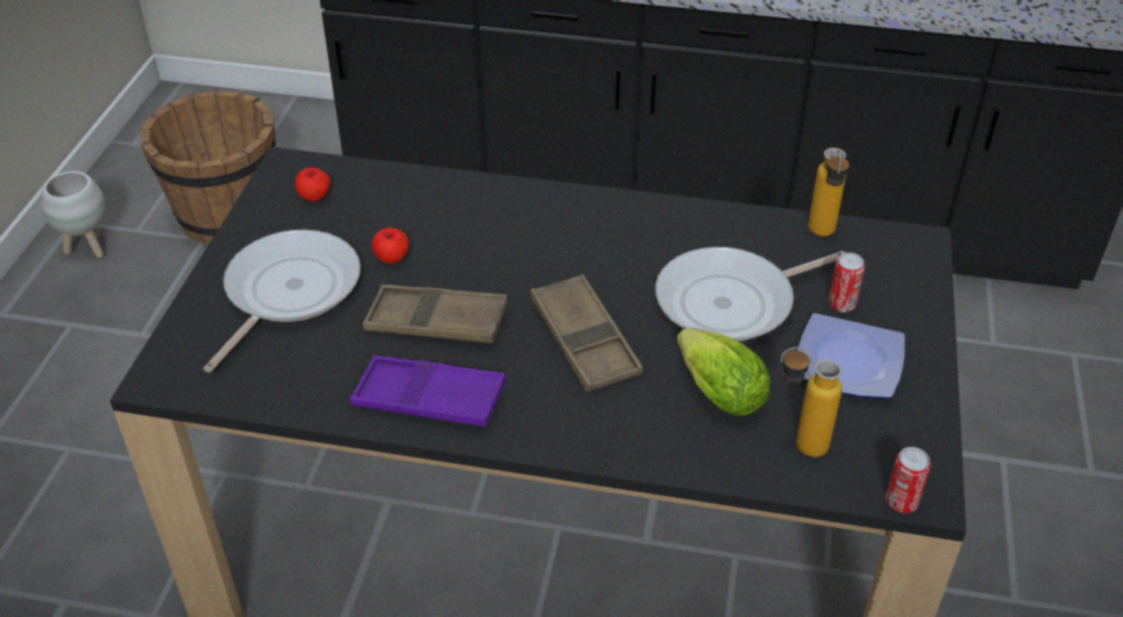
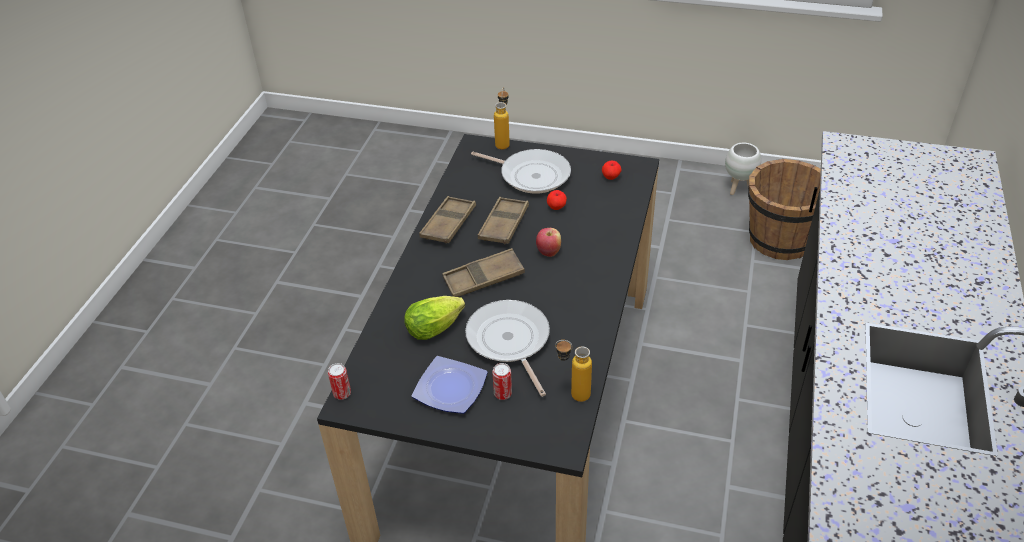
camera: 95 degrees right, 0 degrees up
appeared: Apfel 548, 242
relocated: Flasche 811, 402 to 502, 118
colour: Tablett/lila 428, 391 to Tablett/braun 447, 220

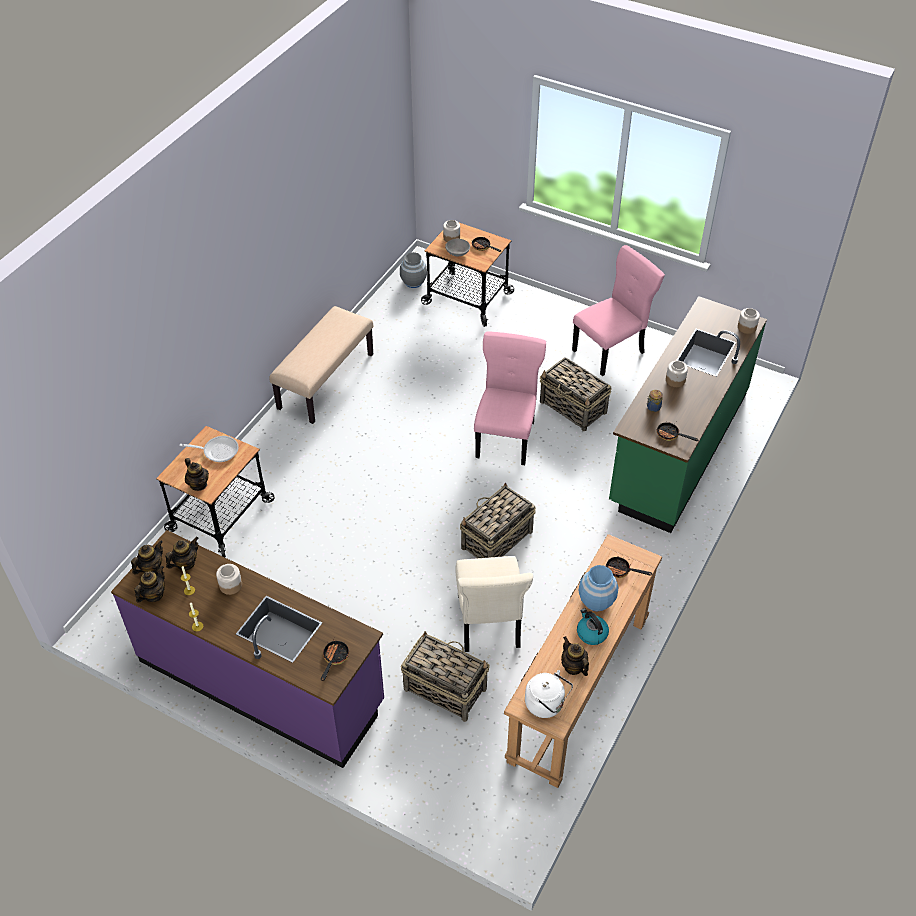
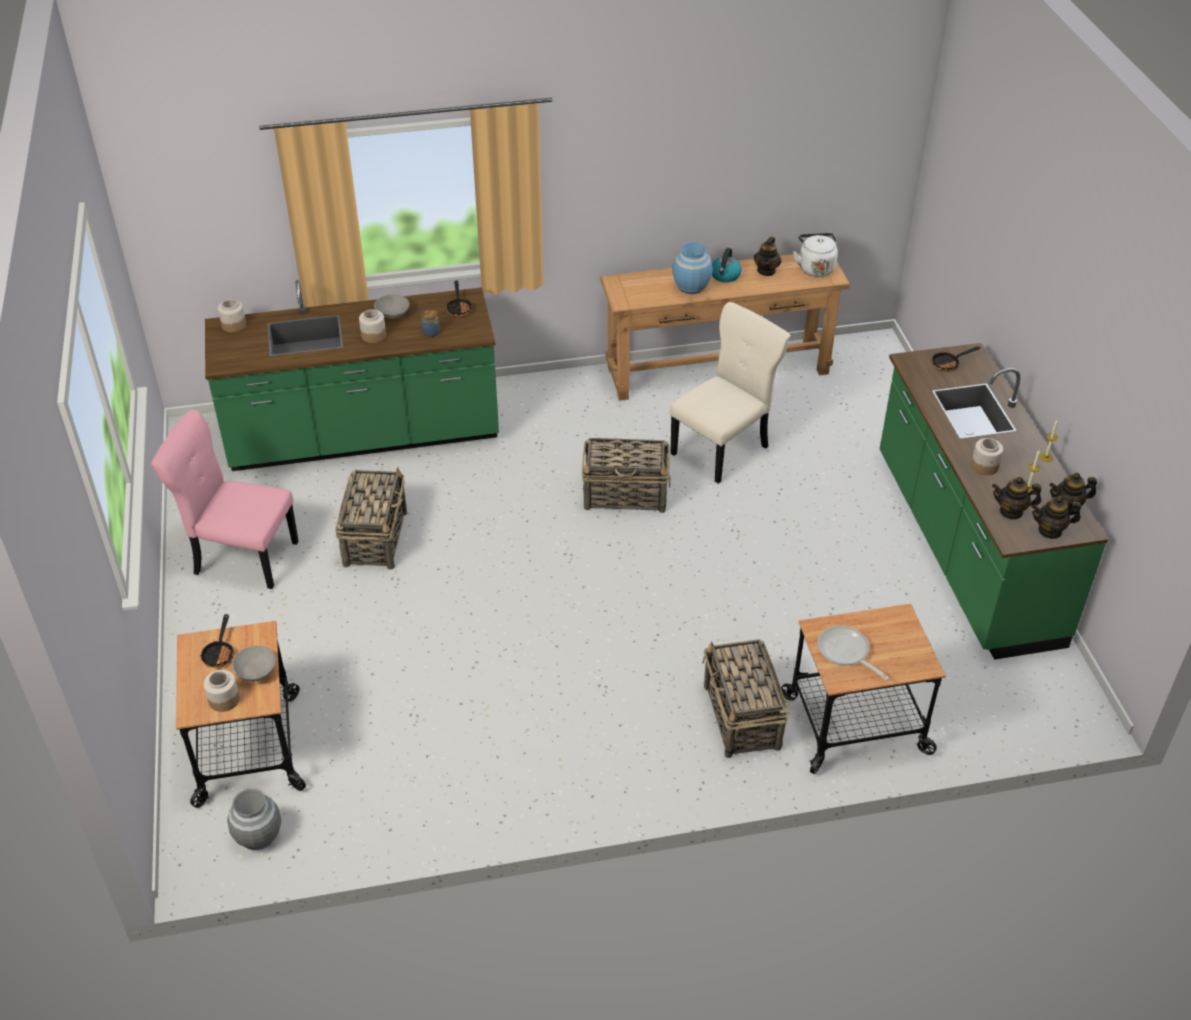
camera: 130 degrees left, 5 degrees down
missing: Teekanne 197, 474; Bank/beige 321, 365; Stuhl/rosa 510, 398; Pfanne 629, 567
appeared: Schüssel/grau 391, 306
relocated: Korb 445, 676 to 746, 698
colour: Küchenzeile/lila 247, 649 to Küchenzeile/grün 994, 501

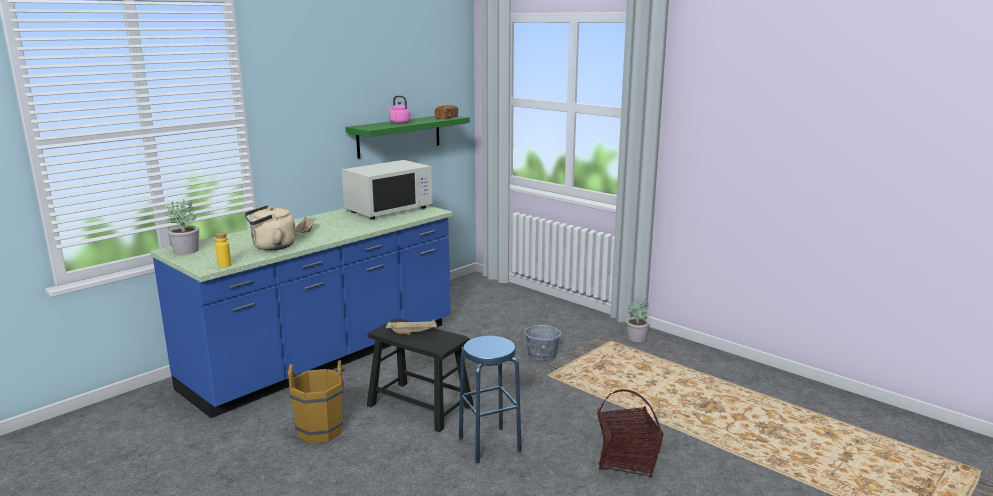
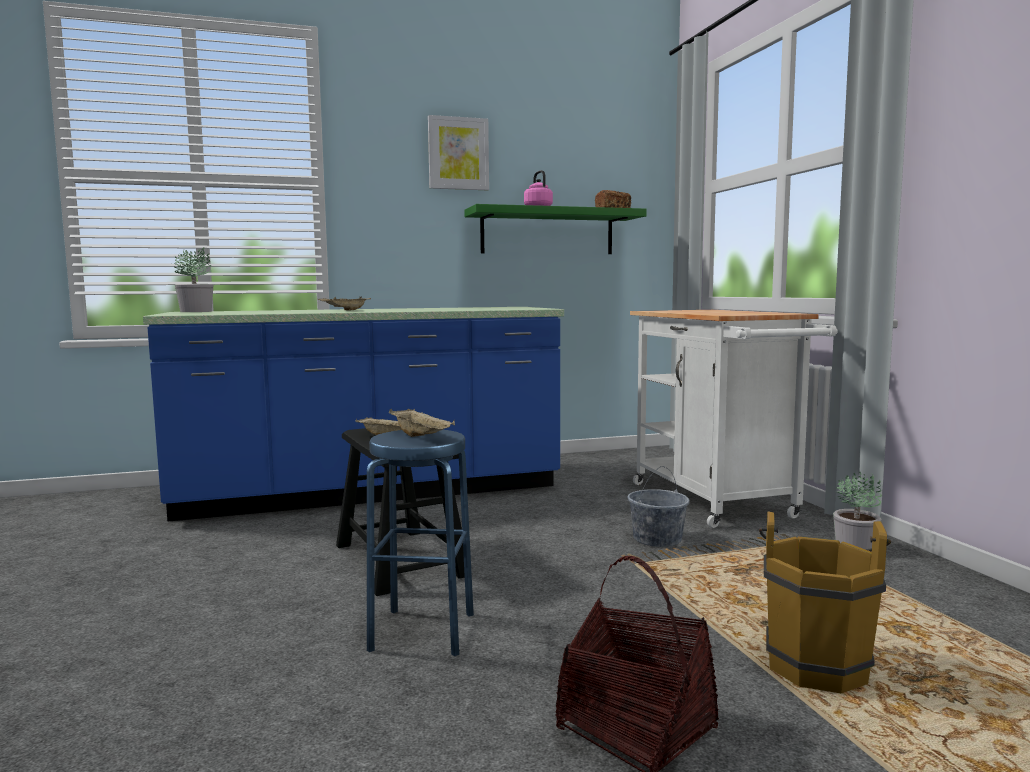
camera: 30 degrees right, 10 degrees down
missing: Flasche/gelb 223, 250; Wasserkessel/beige 270, 227; Mikrowelle/weiß 387, 190
appeared: Tablett/beige 422, 423; Bild 458, 152; Rollwagen/weiß 734, 419
relocated: Eimer/braun 315, 401 to 825, 602

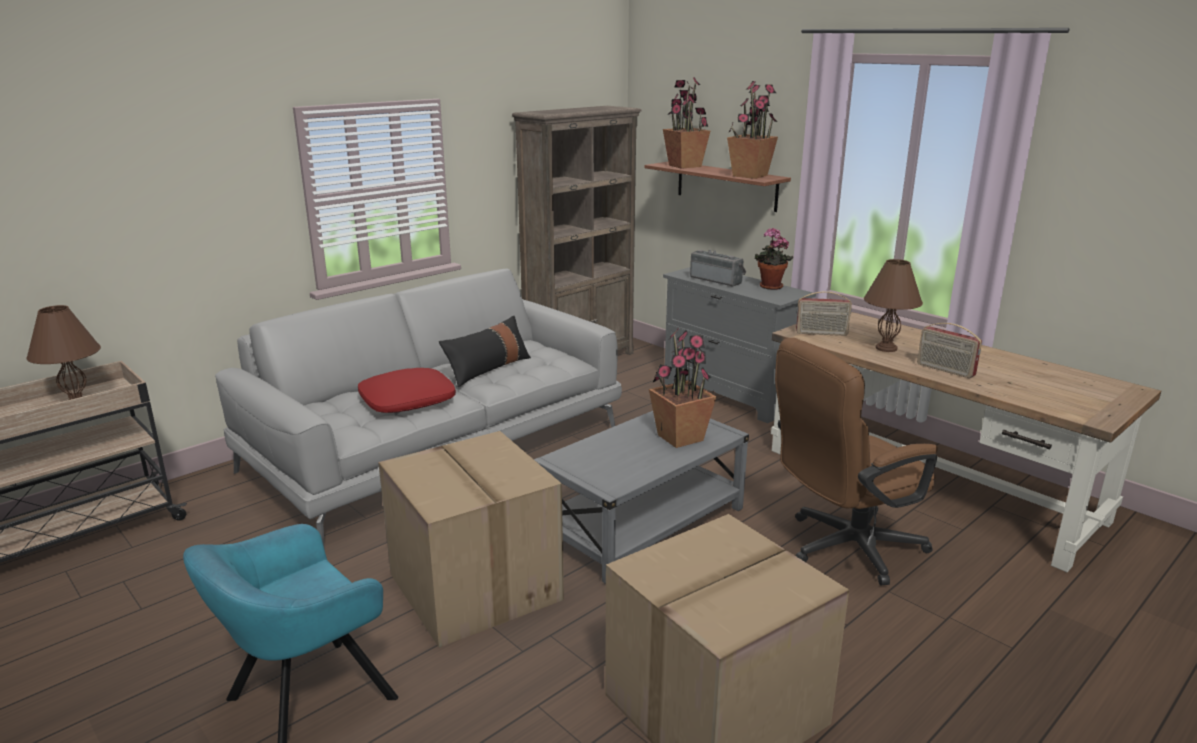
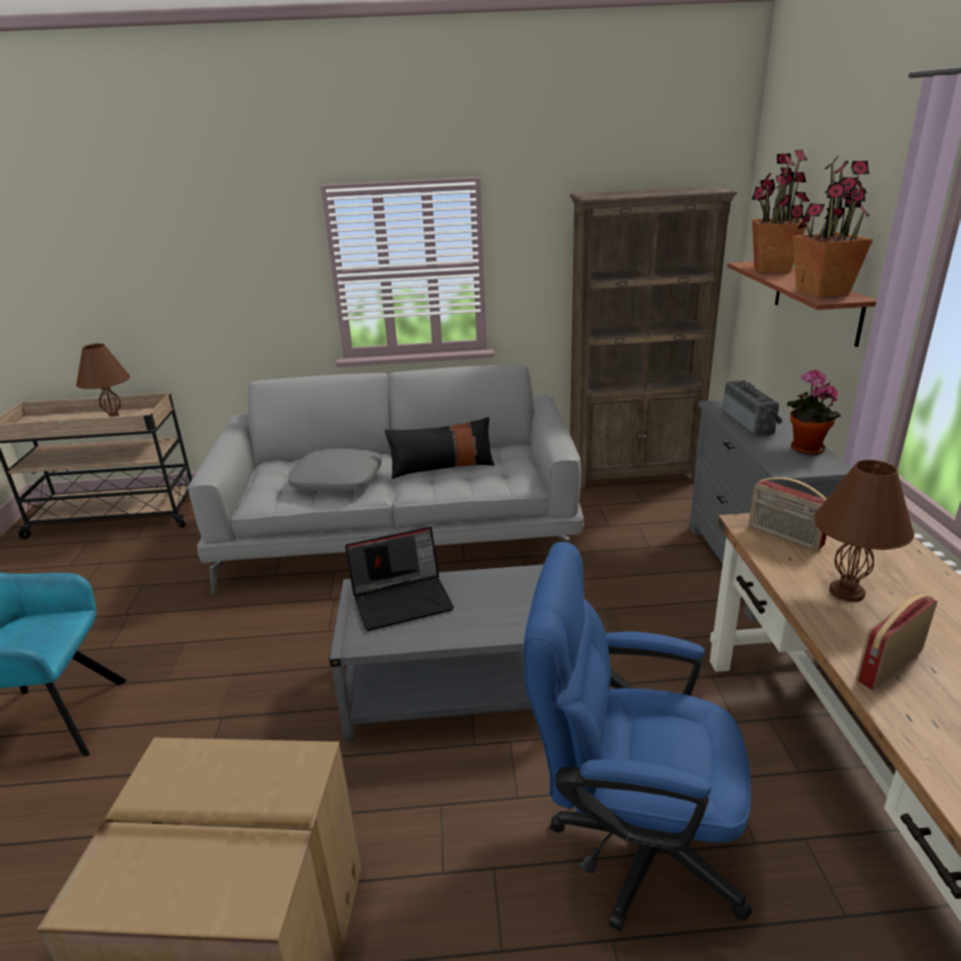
camera: 40 degrees right, 5 degrees up
missing: Karton 471, 539; Topfpflanze 682, 388
appeared: Laptop 399, 579
colour: Kissen/rot 407, 390 to Kissen/grau 335, 470; Bürostuhl/braun 856, 461 to Bürostuhl/blau 637, 737
spun: Radio 949, 350 = 896, 641 60 degrees clockwise

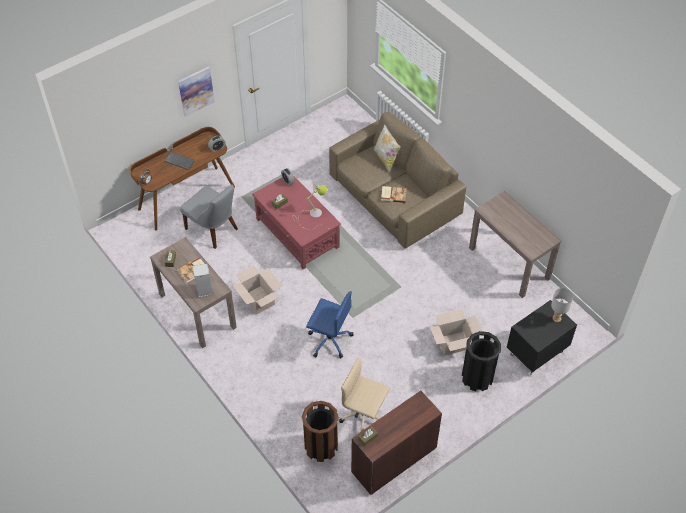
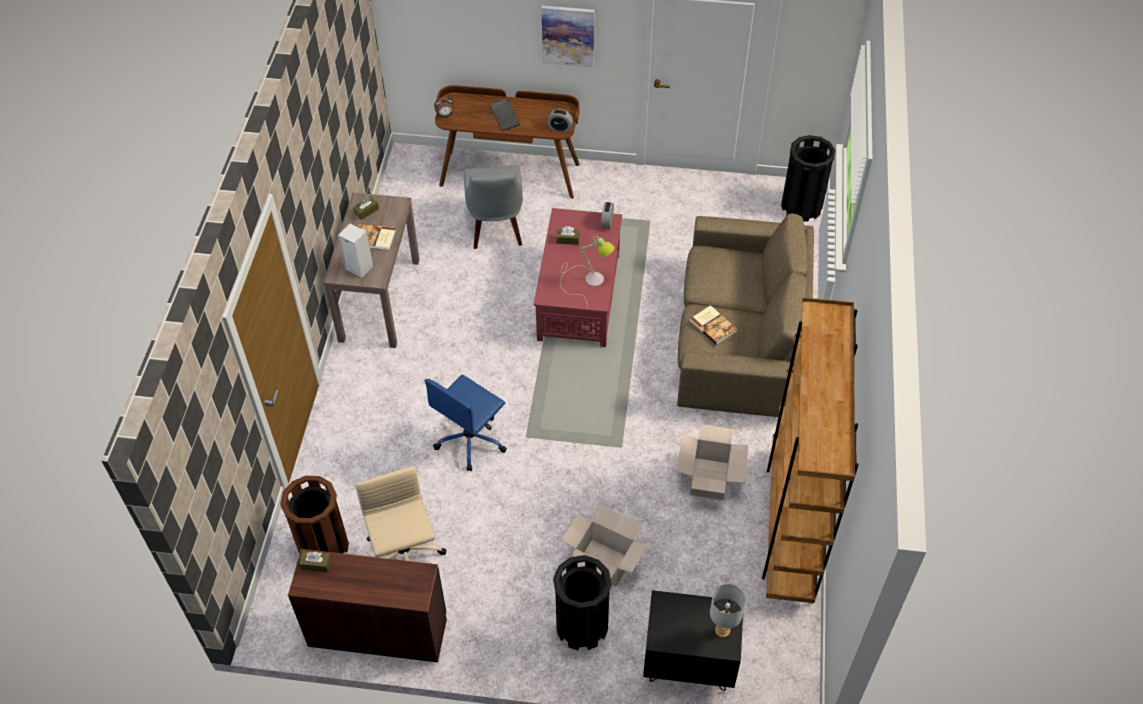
camera: 45 degrees right, 0 degrees up
missing: Kissen 387, 148
appeared: Mülleimer/schwarz 808, 178
relocated: Karton 257, 290 to 713, 462
exchanged: Konsolentisch/braun 515, 244 to Bücherregal/braun 810, 450
spun: Bürostuhl/blau 330, 324 = 465, 423 60 degrees clockwise

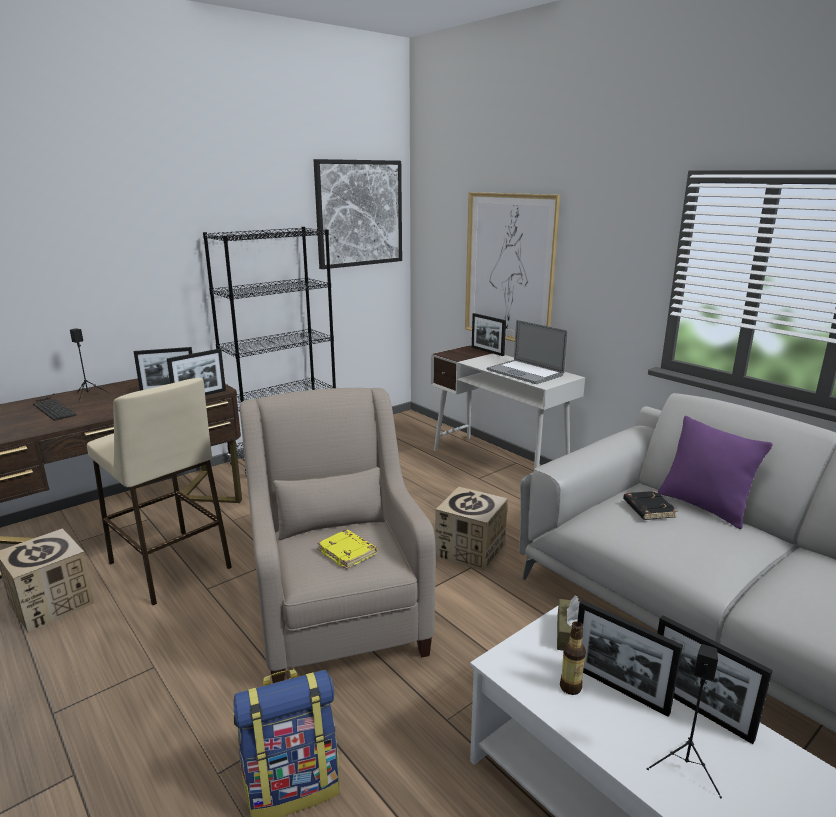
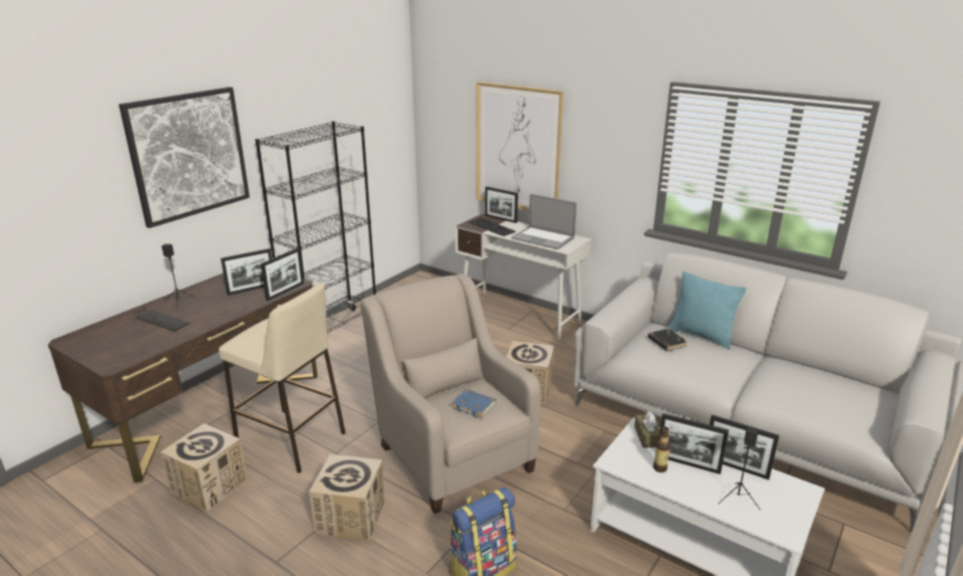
camera: 15 degrees left, 5 degrees up
appeared: Karton 347, 498; Tastatur 492, 227
relocated: Bild 358, 214 to 184, 157
colour: Buch/gelb 347, 549 to Buch/blau 473, 403; Kissen/lila 715, 472 to Kissen/türkis 707, 310

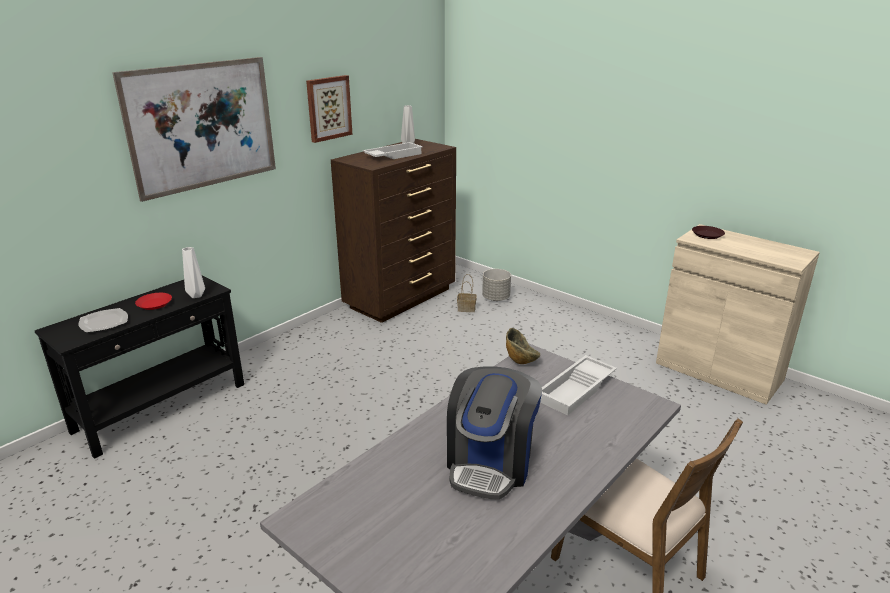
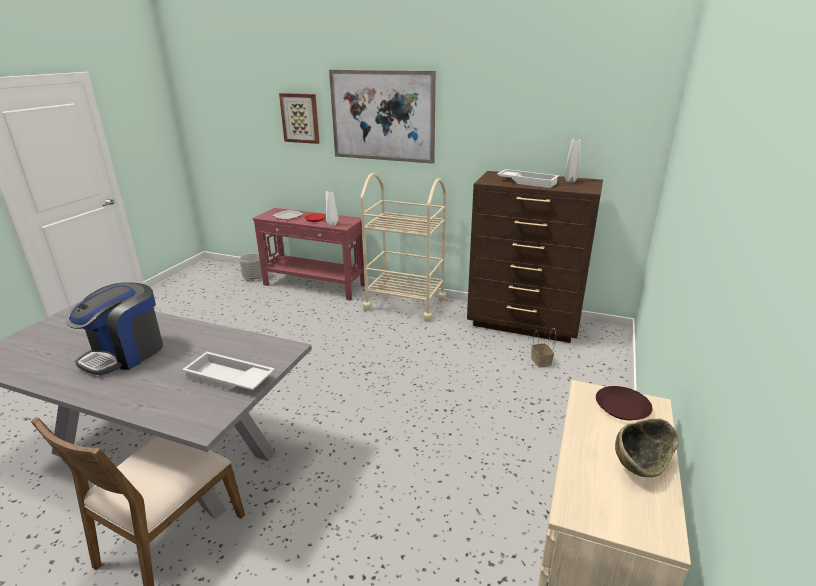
camera: 70 degrees right, 0 degrees up
appeared: Rollwagen/beige 403, 247
relocated: Pflanzkübel/grau 496, 285 to 250, 266; Bild 329, 109 to 299, 118; Schüssel 523, 346 to 647, 447
colour: Konsolentisch/schwarz 139, 367 to Konsolentisch/rot 308, 254
spun: Kaffeemaschine 494, 433 = 114, 328 60 degrees counterclockwise

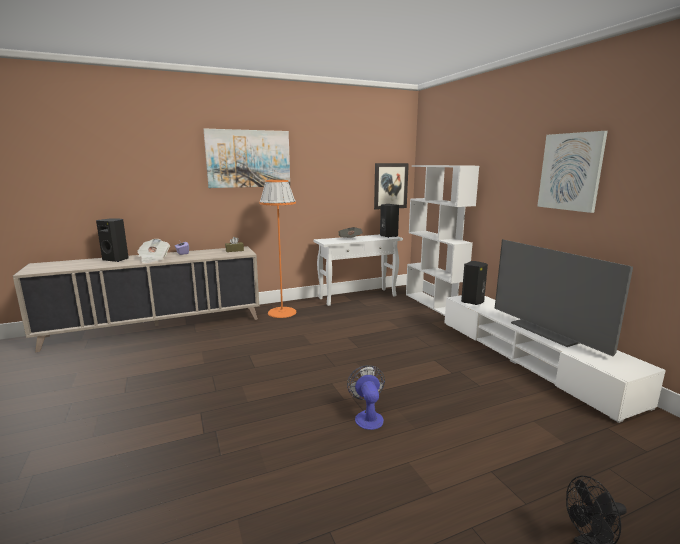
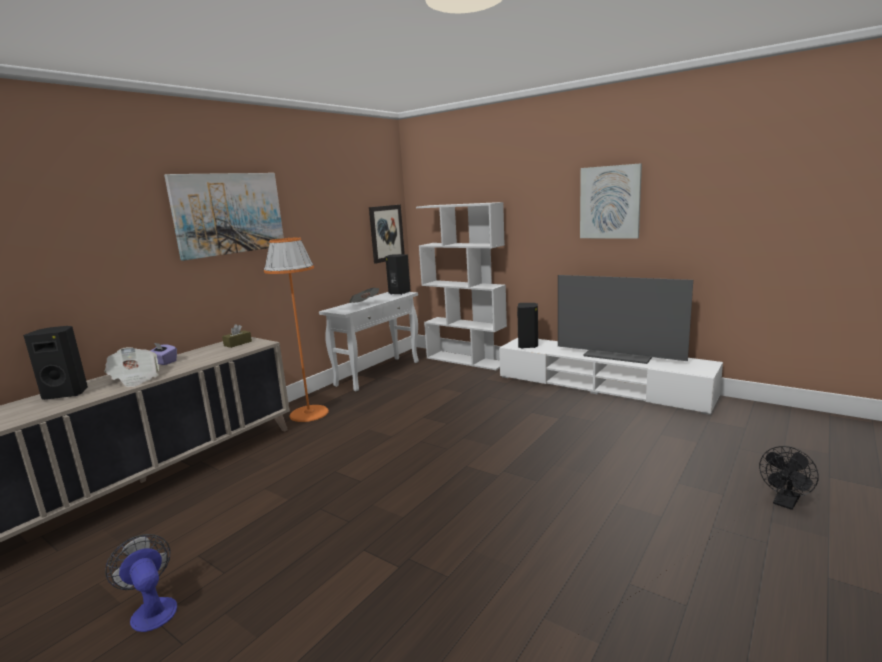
camera: 30 degrees left, 0 degrees up
relocated: Ventilator 366, 397 to 141, 583

